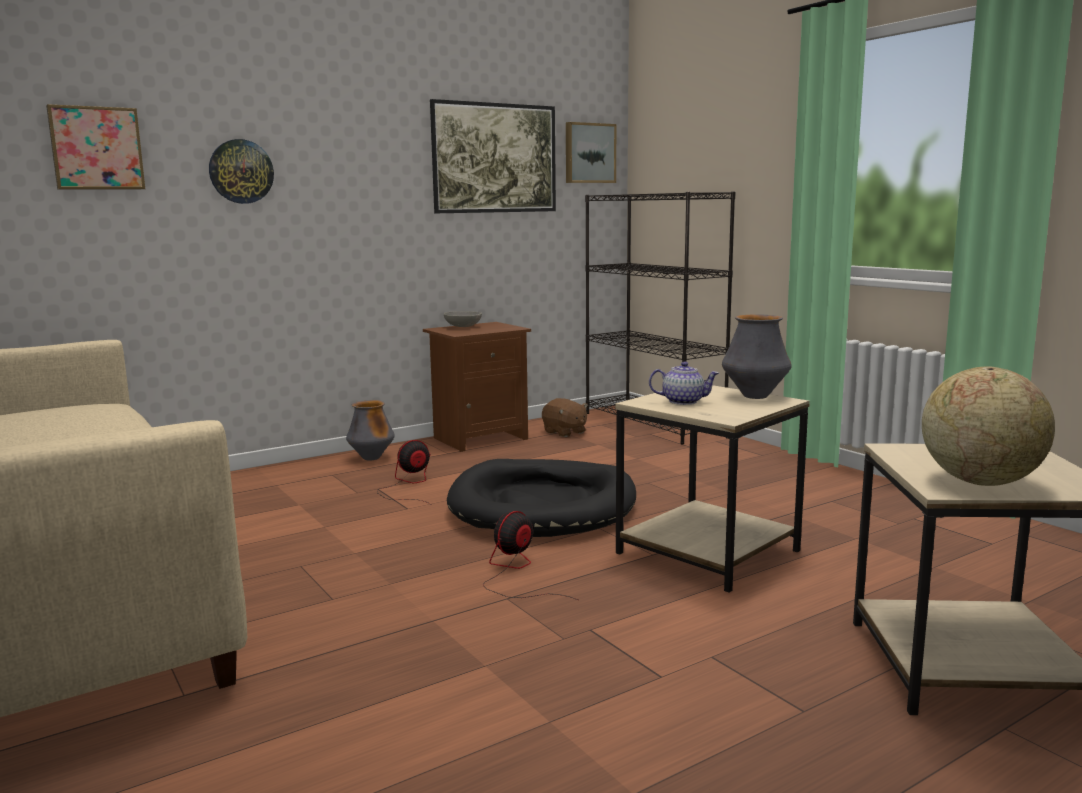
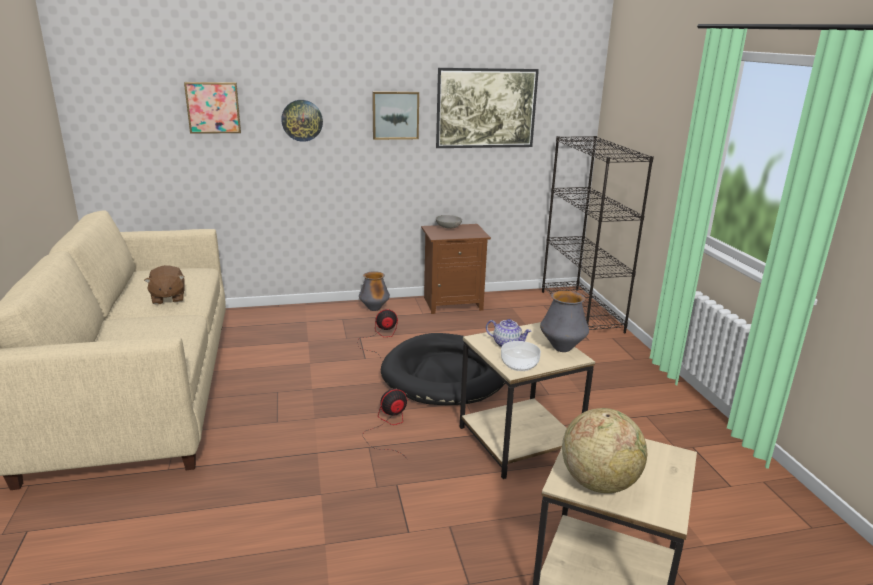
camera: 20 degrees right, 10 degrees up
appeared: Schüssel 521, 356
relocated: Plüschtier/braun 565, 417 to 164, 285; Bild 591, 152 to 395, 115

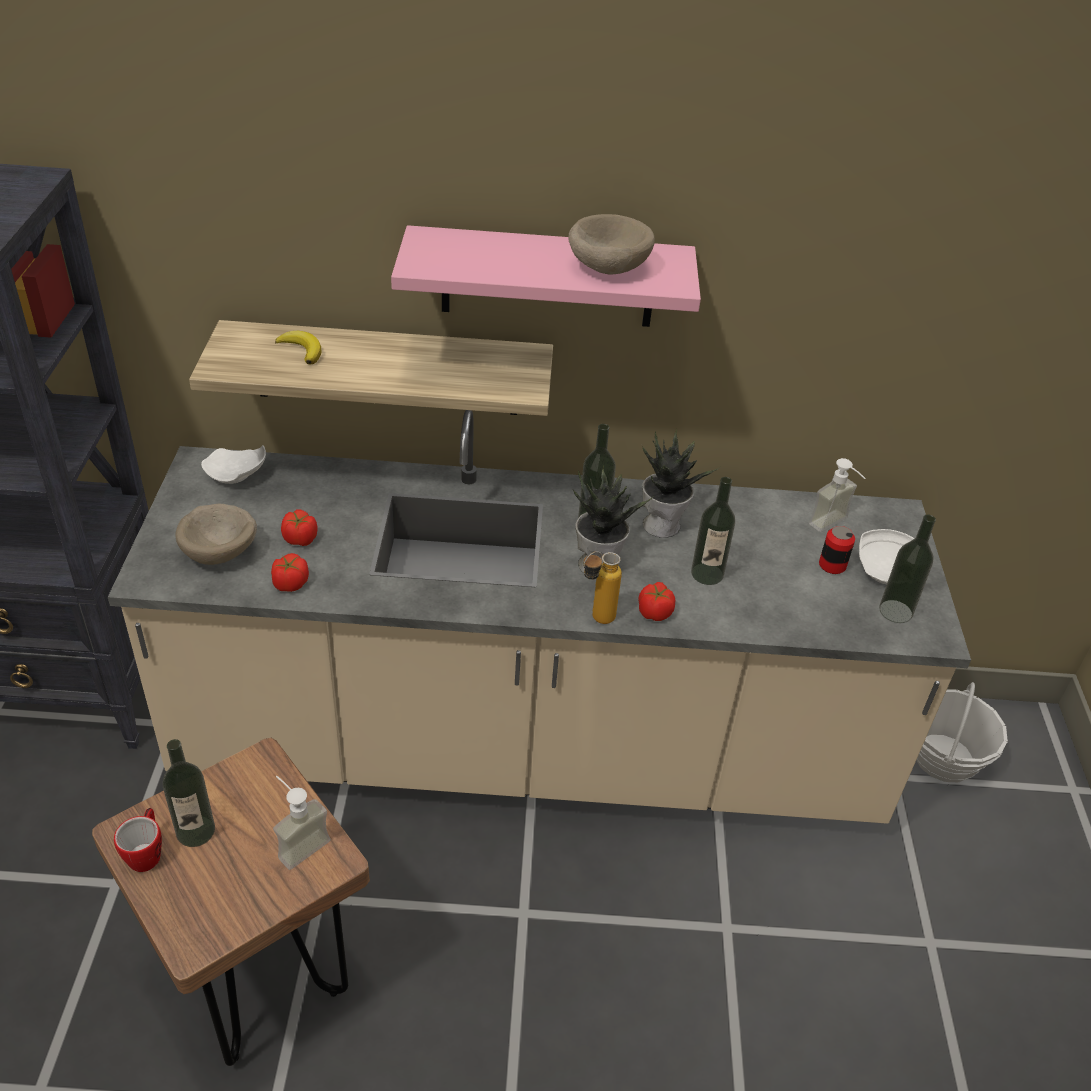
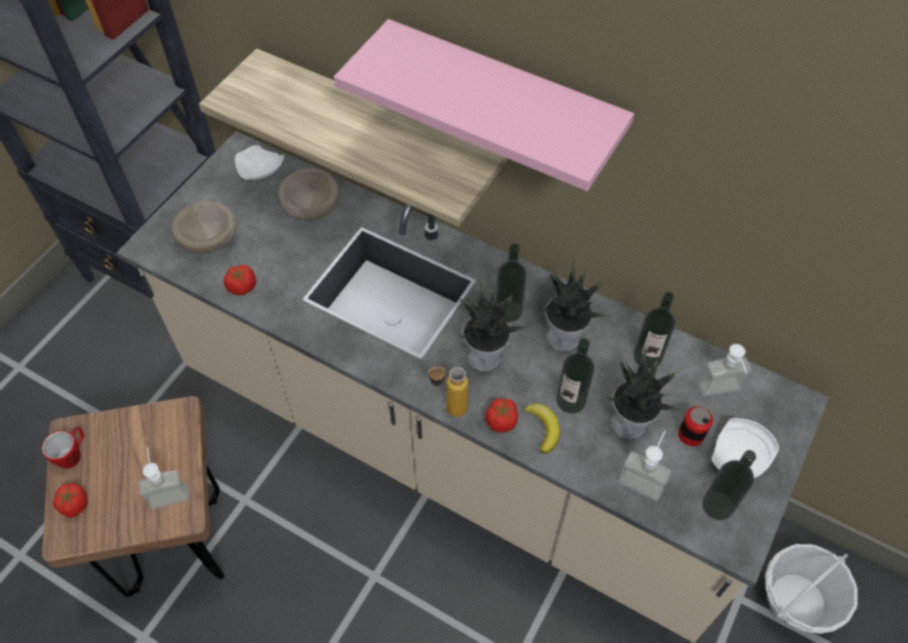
camera: 30 degrees right, 15 degrees up
appeared: Topfpflanze 645, 393; Seifenspender 644, 466
relocated: Tomate 299, 527 to 70, 500; Schüssel/beige 611, 244 to 308, 194; Banane 298, 347 to 542, 429; Flasche 189, 793 to 654, 330

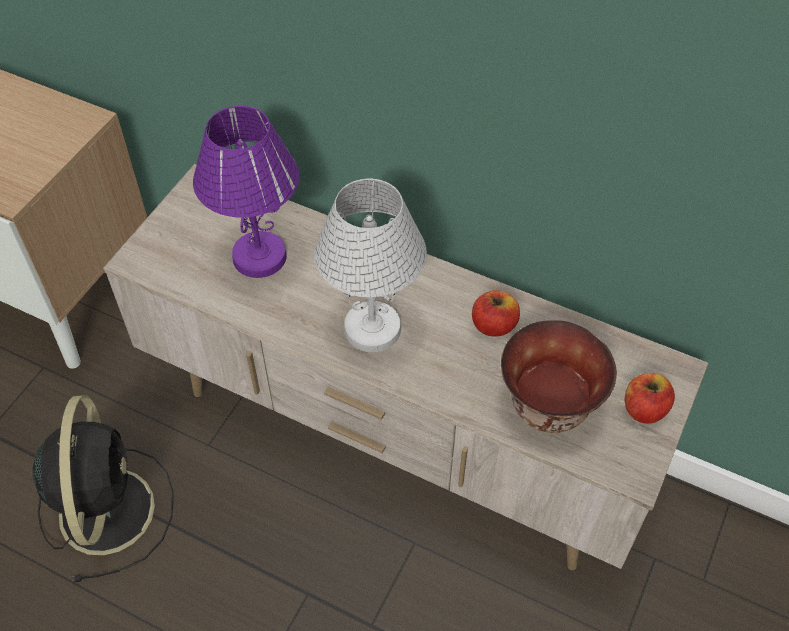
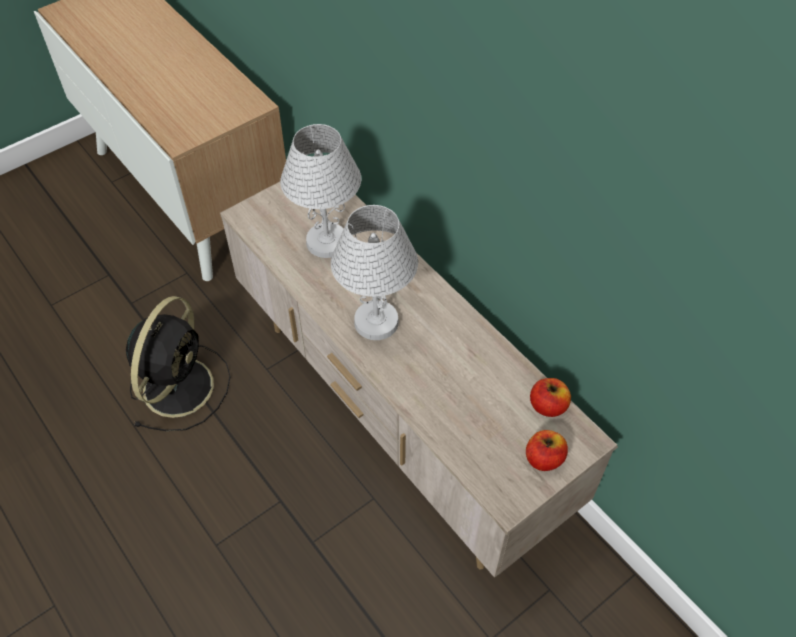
camera: 25 degrees right, 0 degrees up
missing: Schüssel 559, 376
relocated: Apfel 496, 313 to 550, 397
colour: Tischlampe/lila 246, 192 to Tischlampe/weiß 320, 191

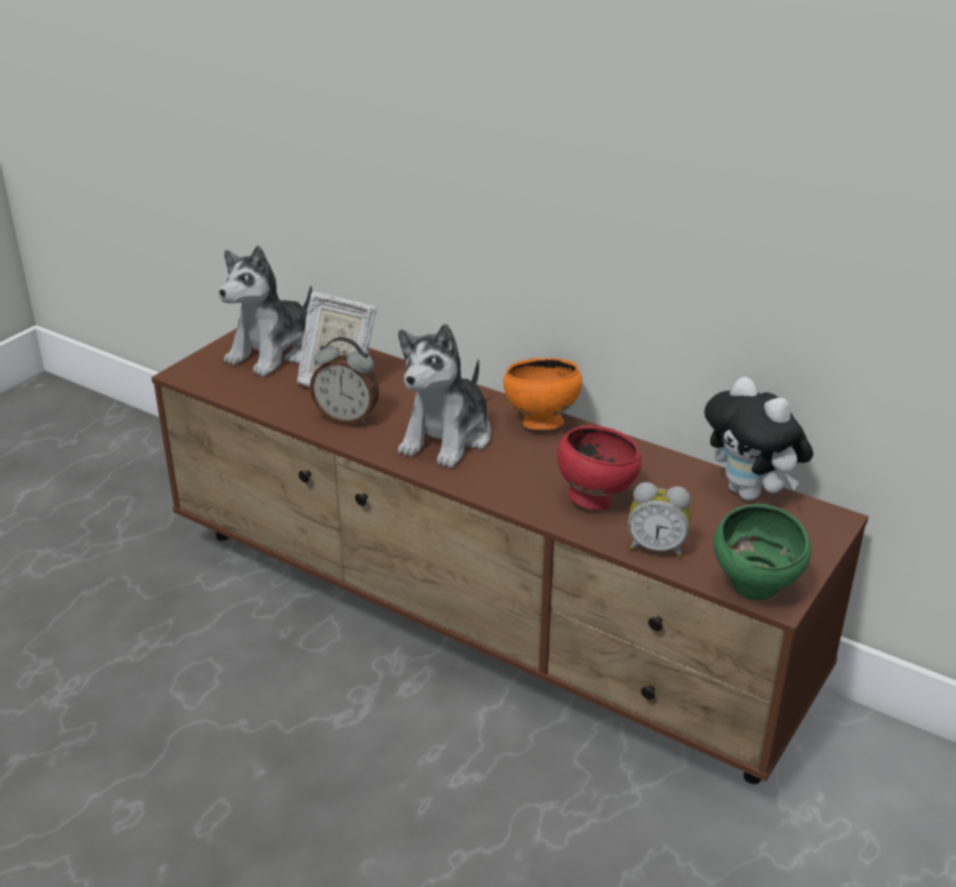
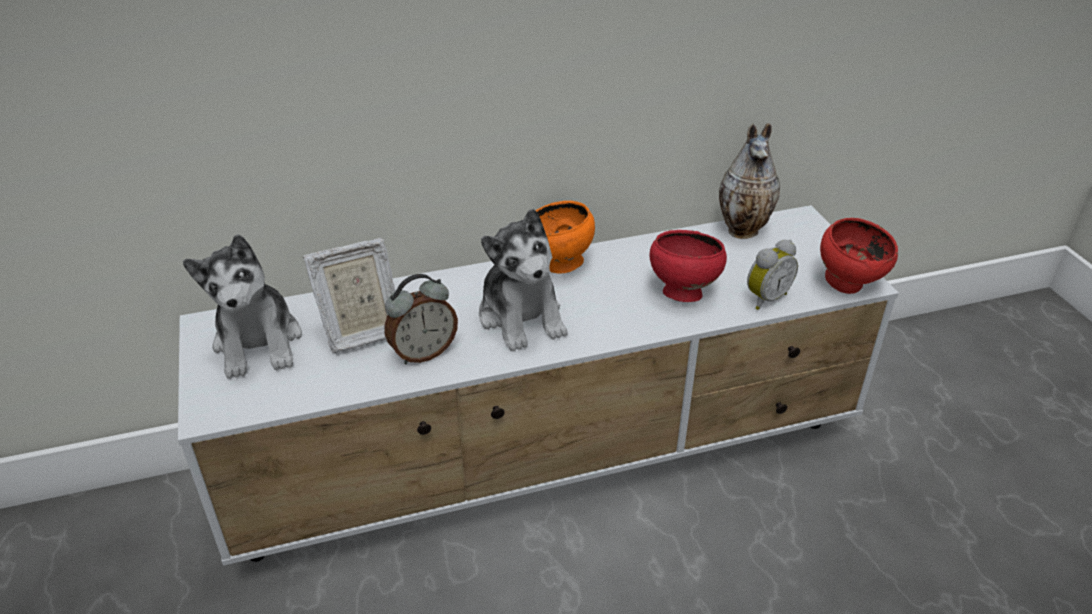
camera: 50 degrees left, 5 degrees up
exchanged: Plüschtier 758, 439 to Vase 749, 181
colour: Fernsehschrank/braun 510, 556 to Fernsehschrank/weiß 538, 385; Schüssel/grün 763, 552 to Schüssel/rot 859, 256

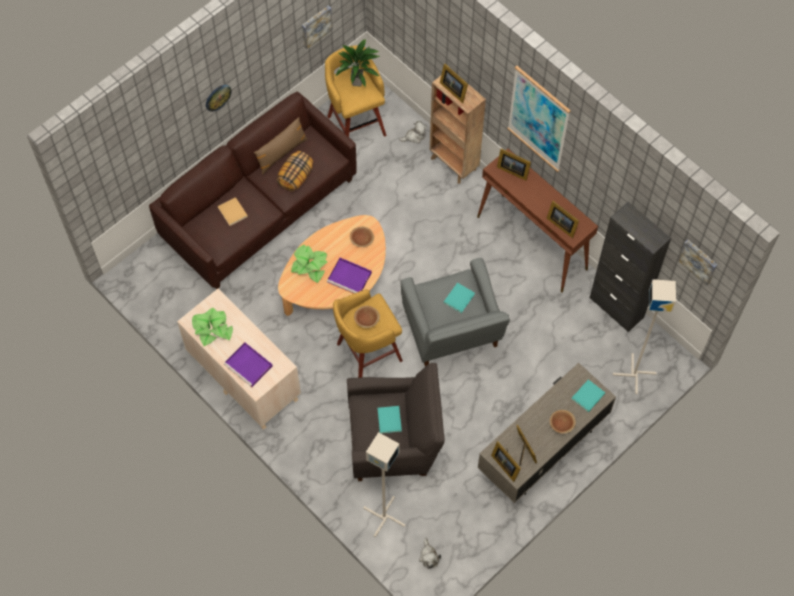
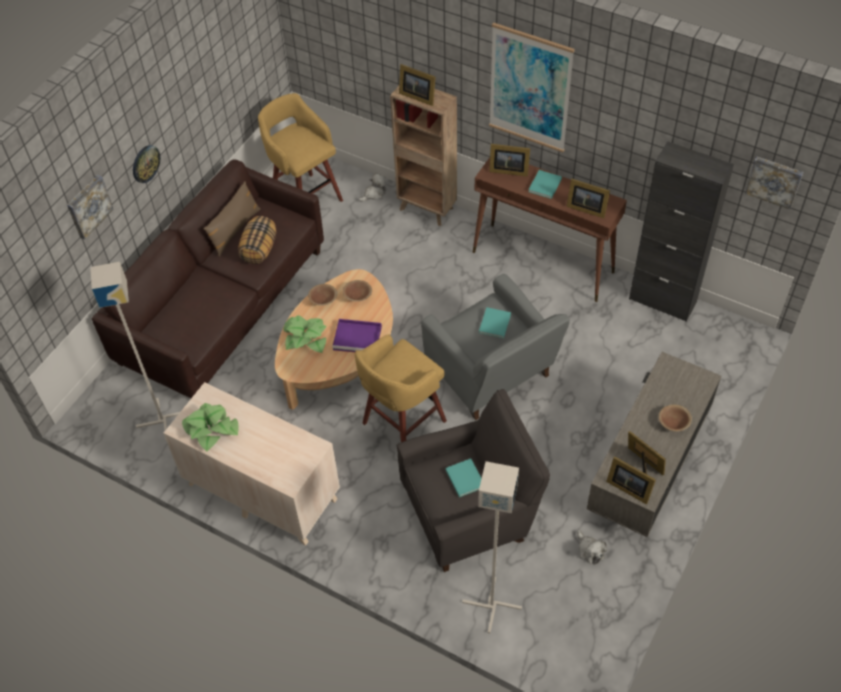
camera: 15 degrees left, 10 degrees down
missing: Buch/beige 233, 211; Tablett/lila 248, 364; Topfpflanze 358, 63
relocated: Bild 317, 27 to 90, 207; Stehlampe/grau 644, 336 to 135, 351; Schüssel/braun 367, 317 to 323, 295; Buch/türkis 588, 395 to 545, 184; Plüschtier 430, 553 to 592, 547

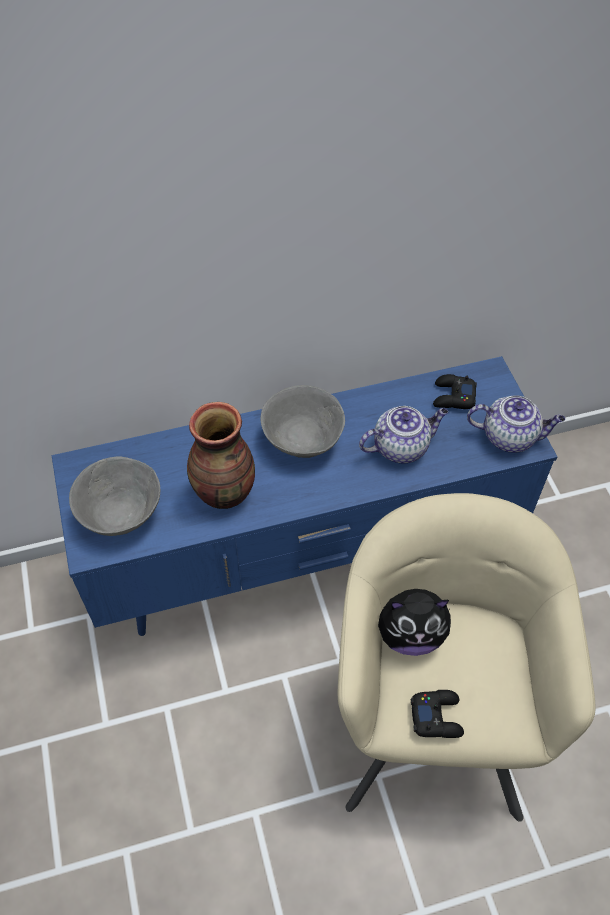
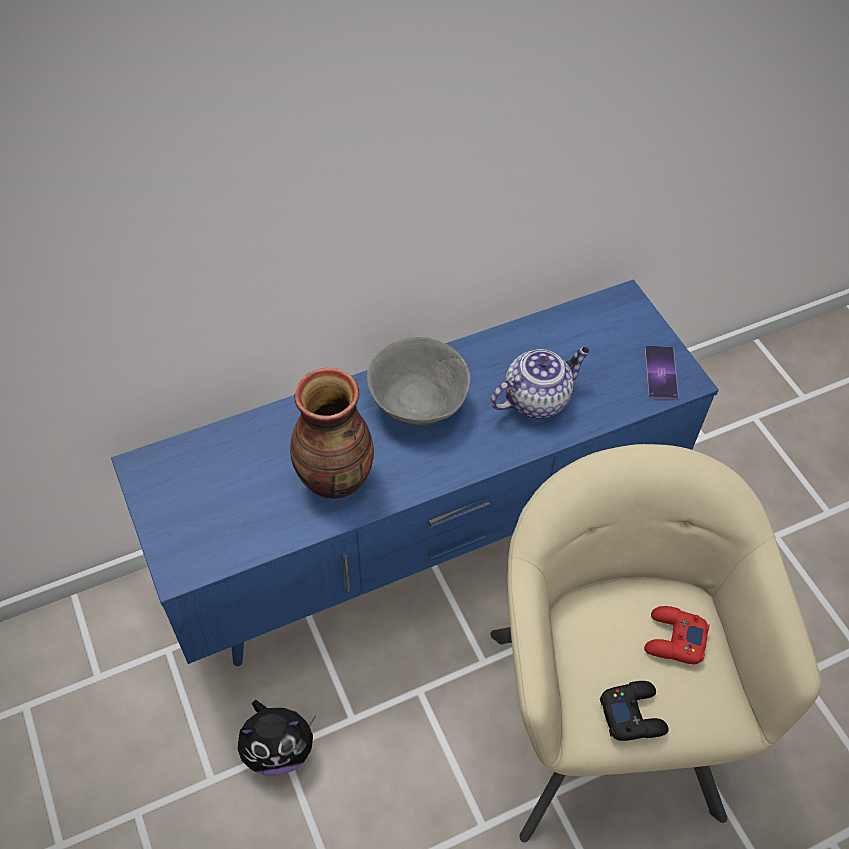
camera: 10 degrees left, 0 degrees up
missing: Schüssel/grau 114, 496; Gamepad/schwarz 455, 391
appeared: Gamepad/rot 677, 635
relocated: Plüschtier 415, 622 to 277, 738
exchanged: Teekanne 516, 424 to Handy 662, 373

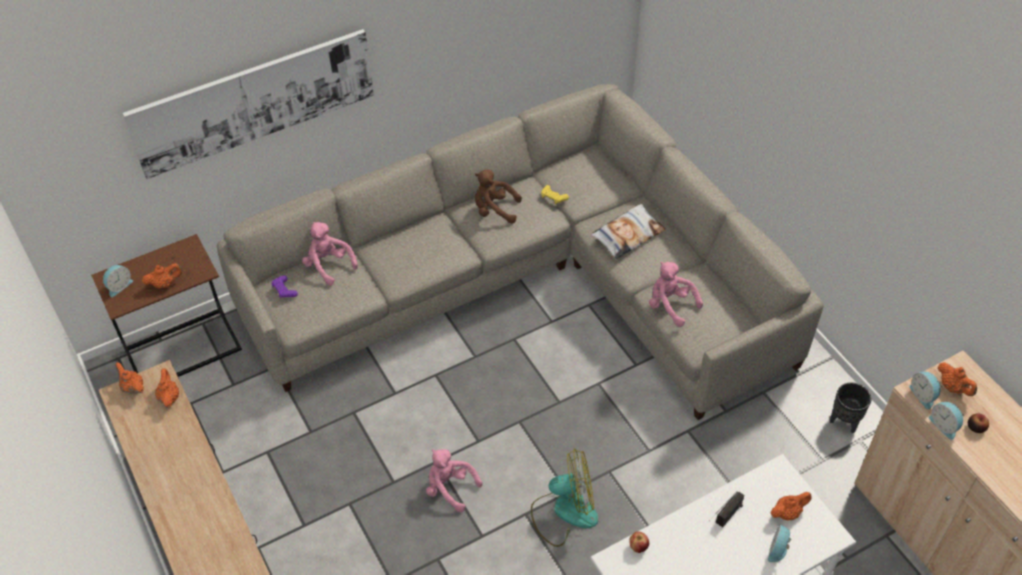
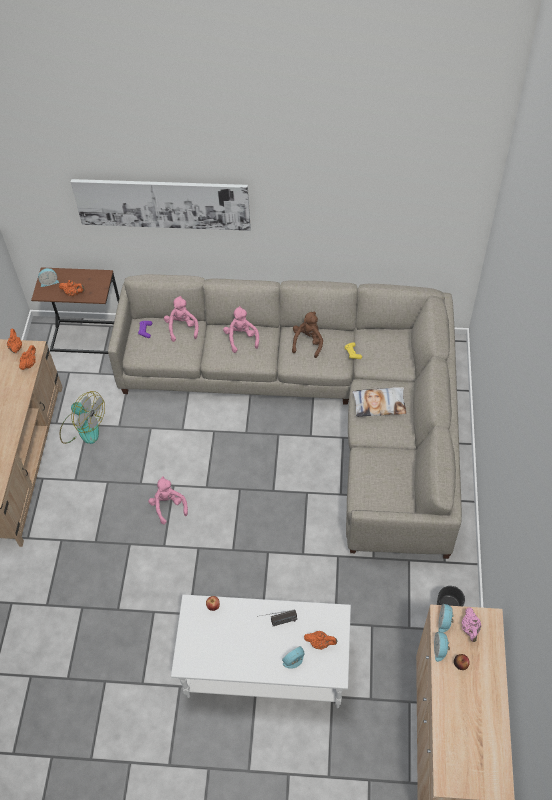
camera: 35 degrees right, 5 degrees up
relocated: Ventilator 564, 497 to 82, 417; Plüschtier/rosa 676, 294 to 241, 329
colour: Teekanne/orange 958, 379 to Teekanne/rosa 471, 624
spun: Plüschtier/braun 498, 196 = 307, 335 60 degrees clockwise

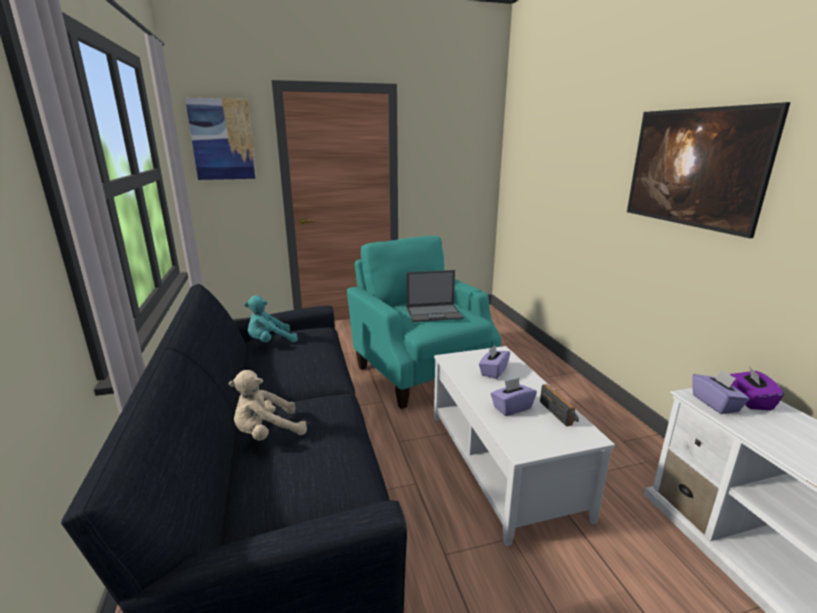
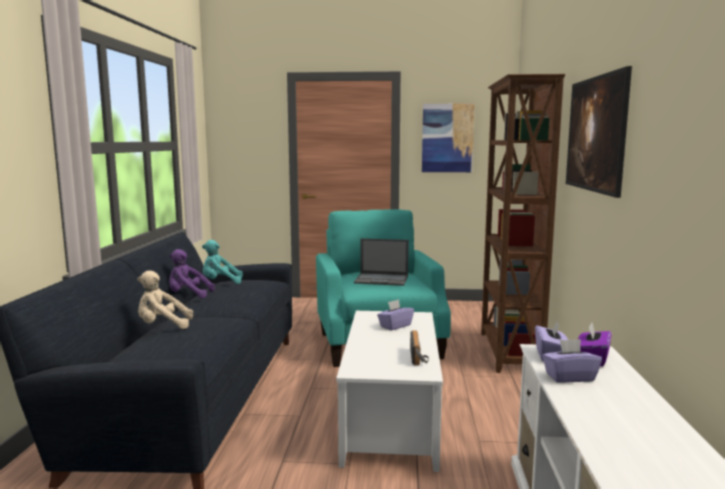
camera: 20 degrees right, 10 degrees down
appeared: Plüschtier/lila 192, 273; Bücherregal/braun 523, 223
relocated: Bild 221, 139 to 448, 137; Taschentuchbox/lila 514, 397 to 572, 361

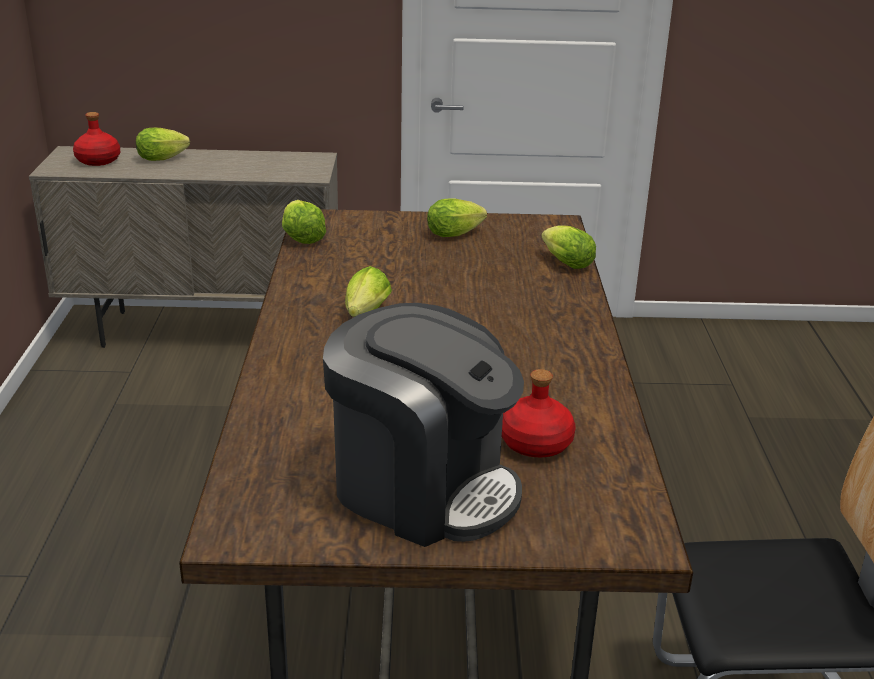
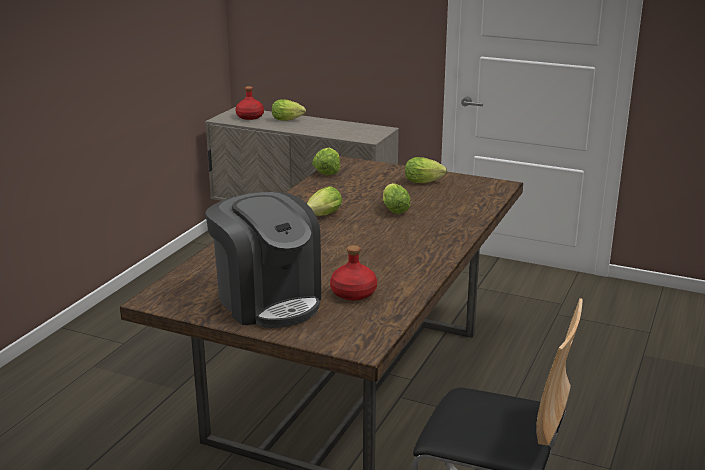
camera: 25 degrees right, 5 degrees down
relocated: Salatkopf 568, 247 to 397, 198

